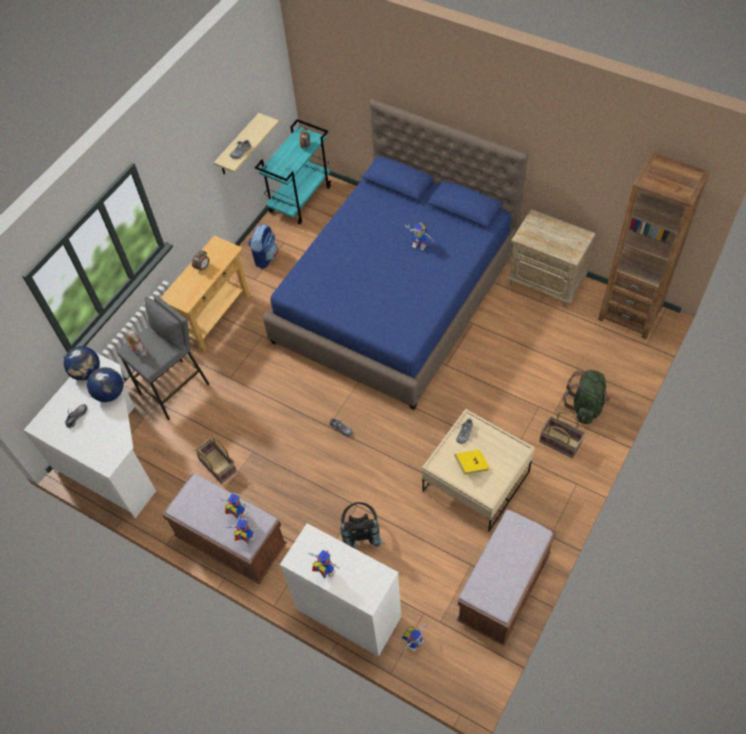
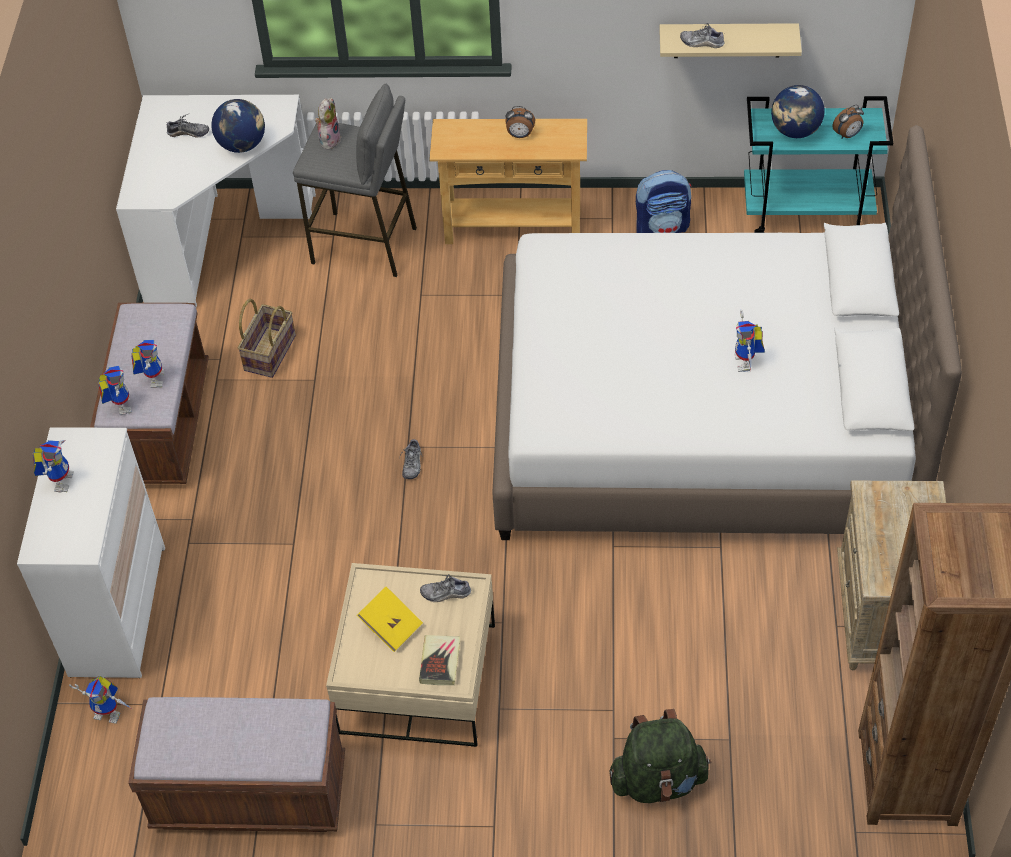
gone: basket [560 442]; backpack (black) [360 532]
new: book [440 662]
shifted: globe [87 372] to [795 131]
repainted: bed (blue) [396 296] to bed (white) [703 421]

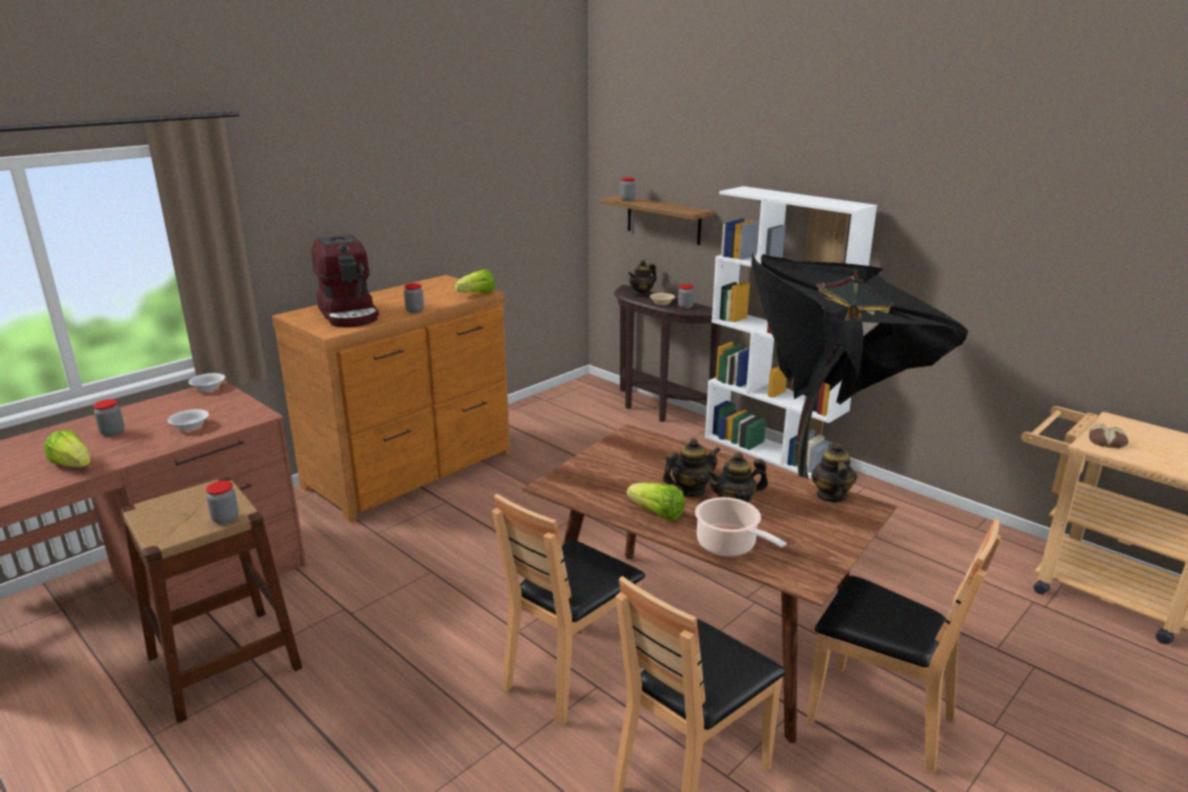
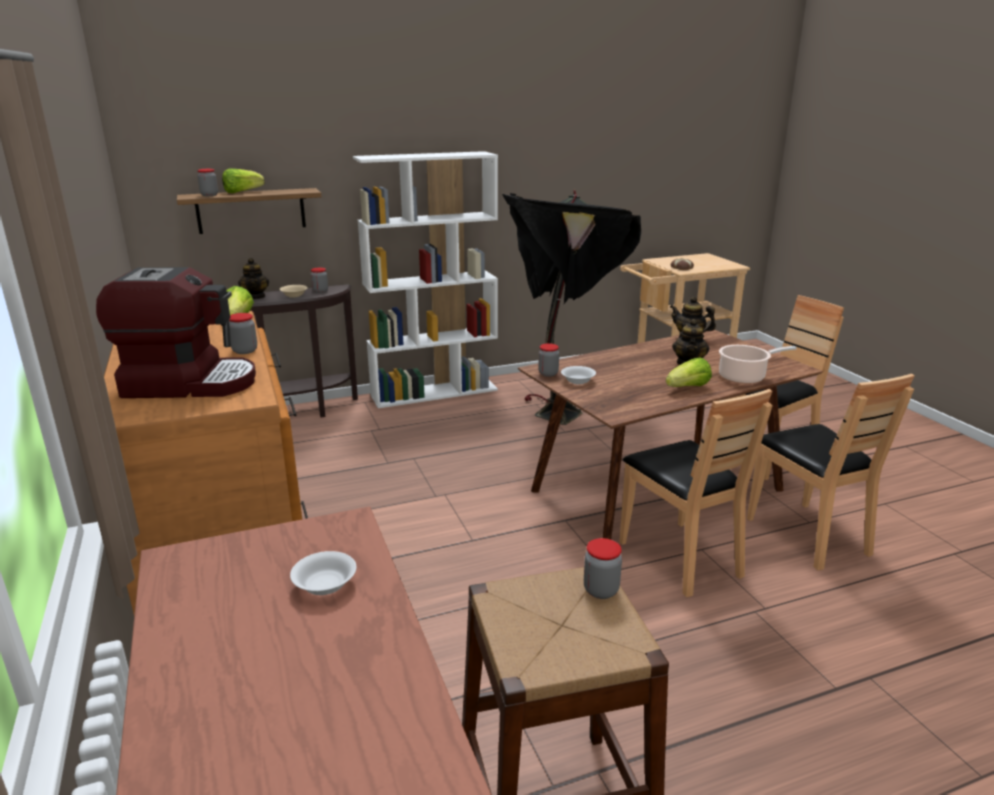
gone: teapot [690 490]
shifted: bowl (white) [208 388] to [578 381]; jar [112 433] to [548 373]; lettuce [73 465] to [242 192]

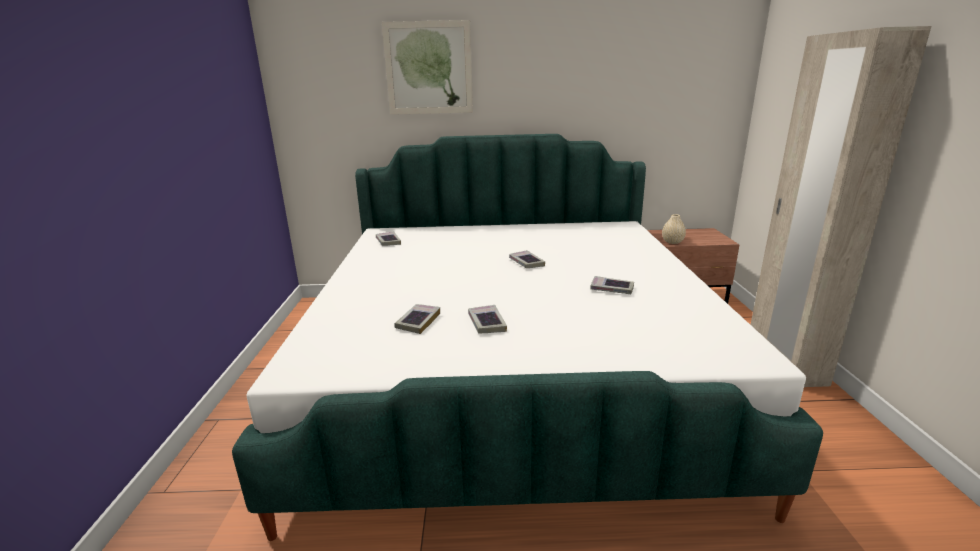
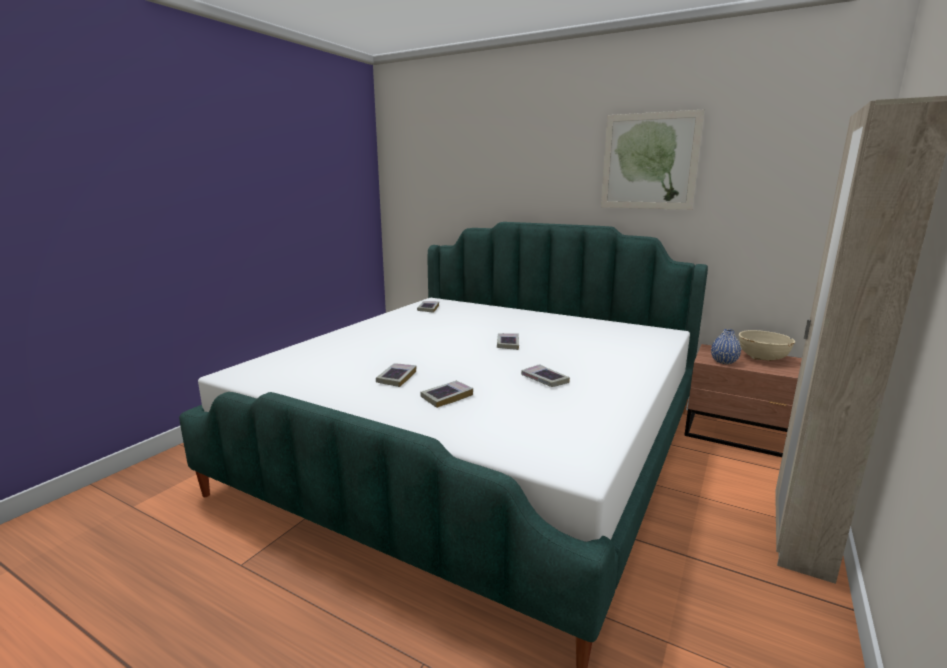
new: bowl (beige) [762 358]
shifted: picture [429 68] to [649 161]; book [418 322] to [447 397]
repainted: vase (beige) [672 242] to vase (blue) [724 362]

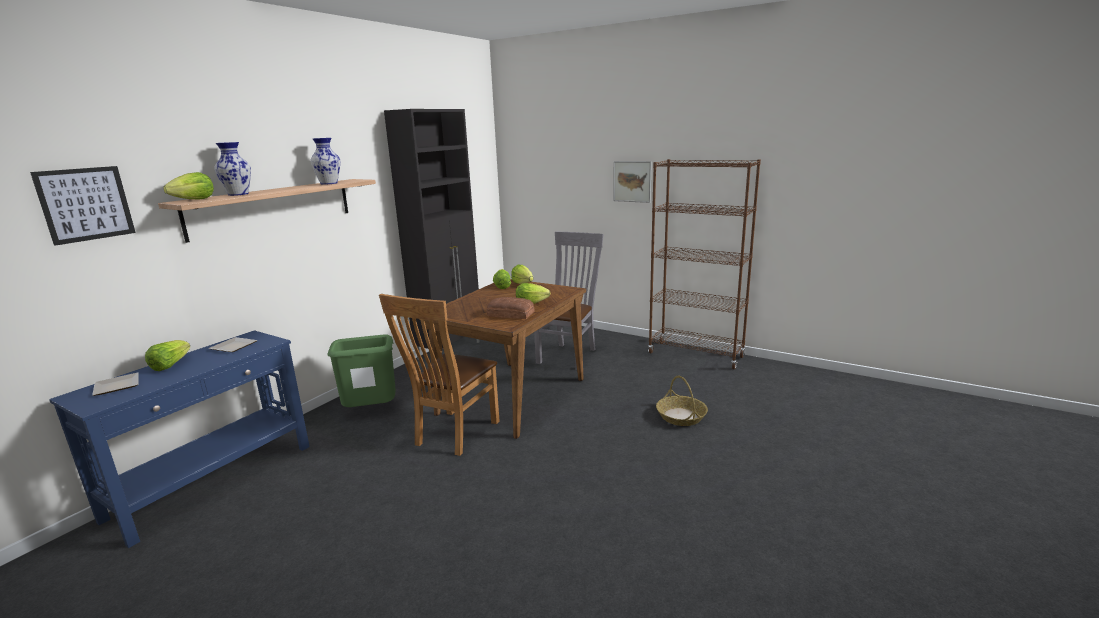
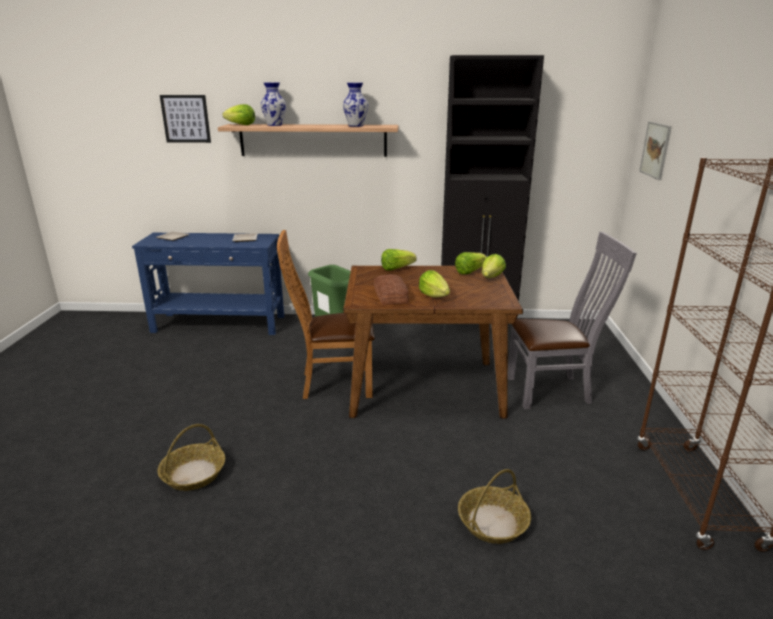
new: basket [193 473]
shifted: picture [632 181] to [655 150]; lettuce [170 365] to [396 268]

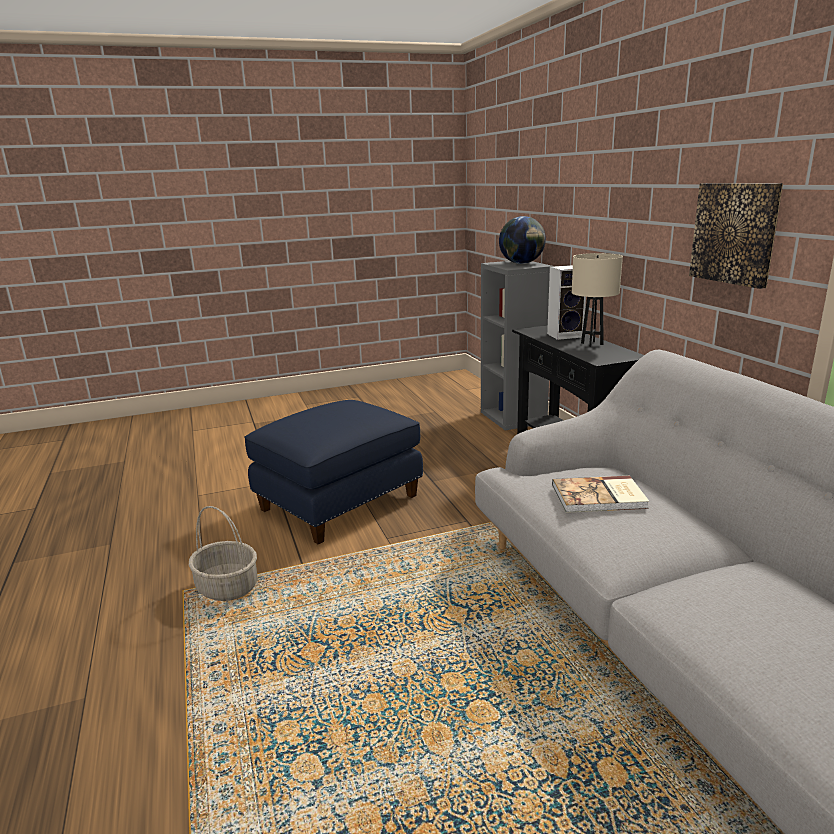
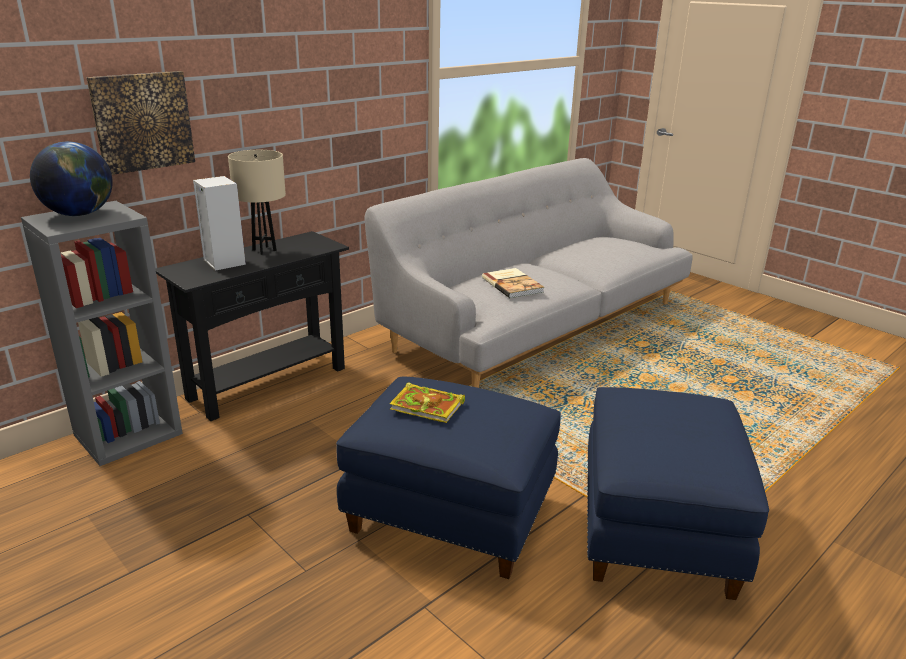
new: book [429 406]
shifted: picture [735 233] to [142 121]
swapped: basket [226 587] to ottoman (blue) [658 530]

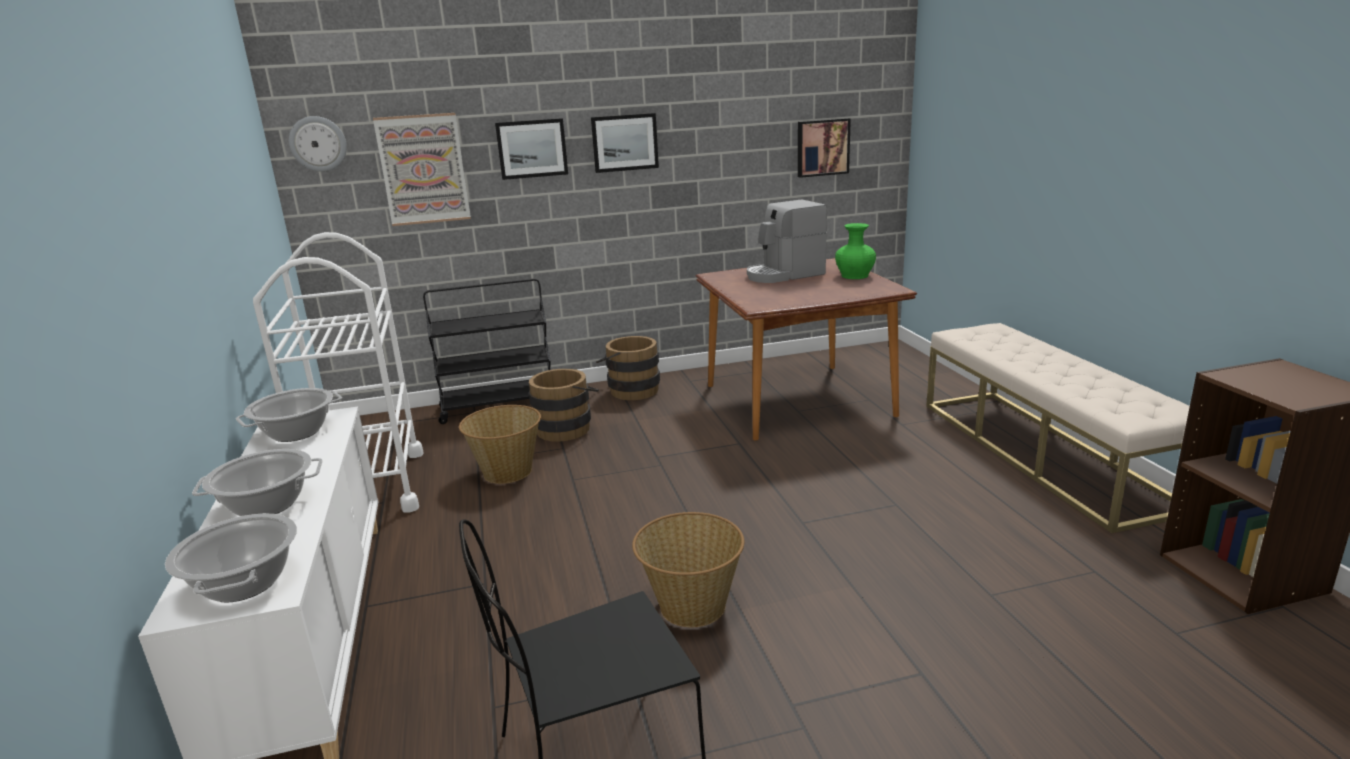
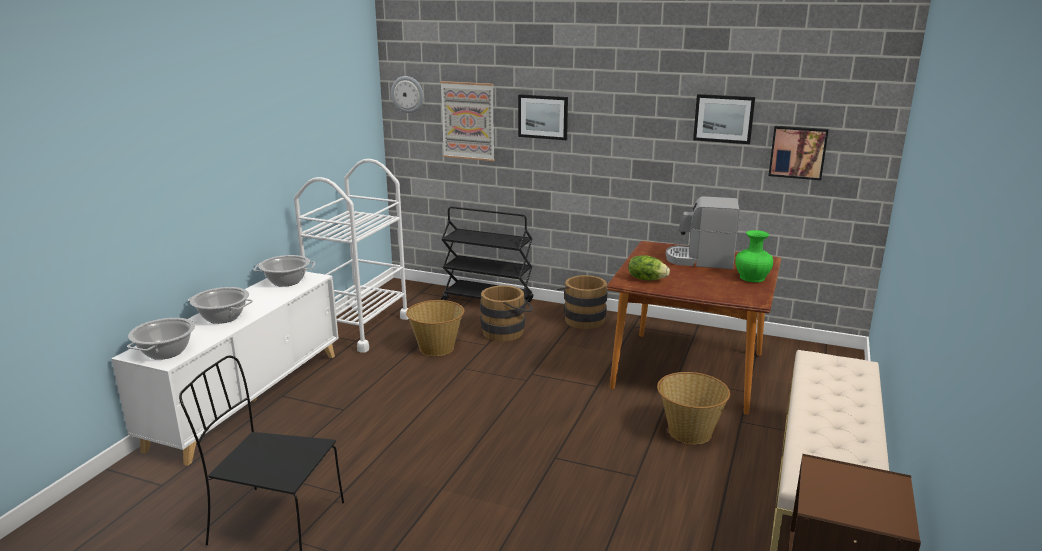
new: lettuce [646 279]
shifted: picture [624 142] to [723 118]; basket [691 606] to [689 432]

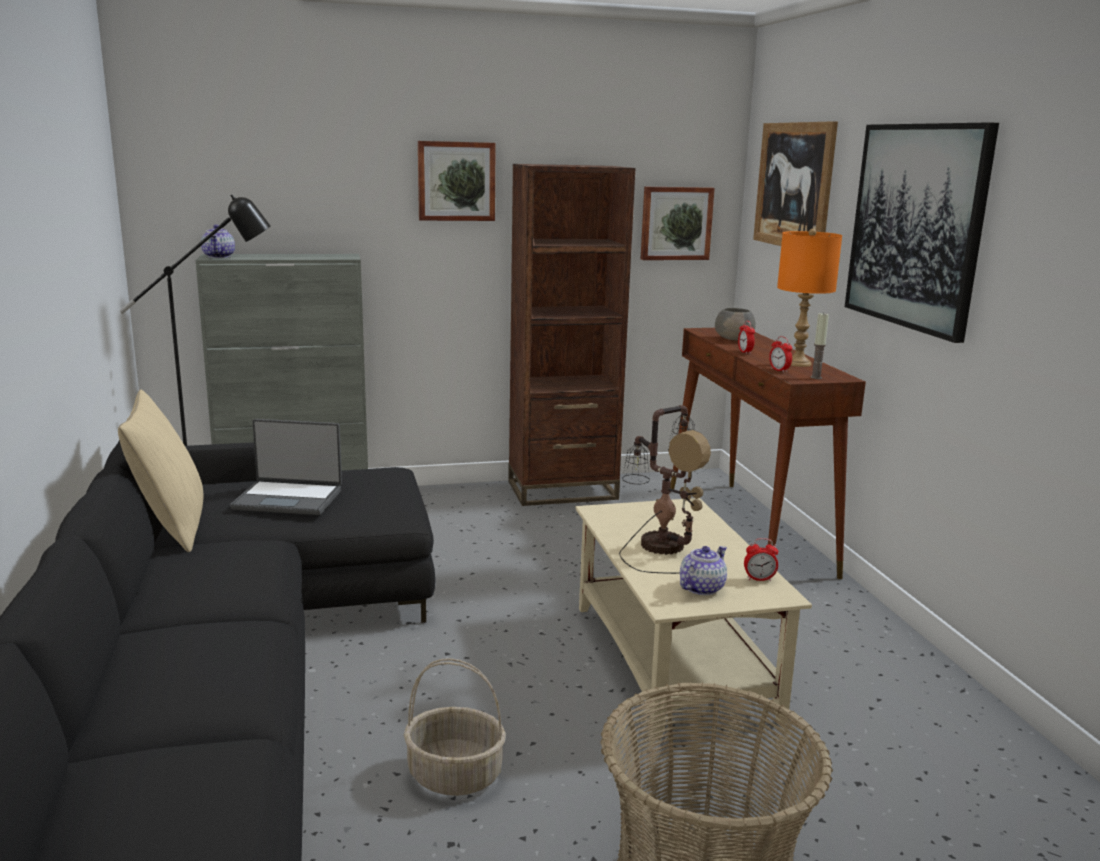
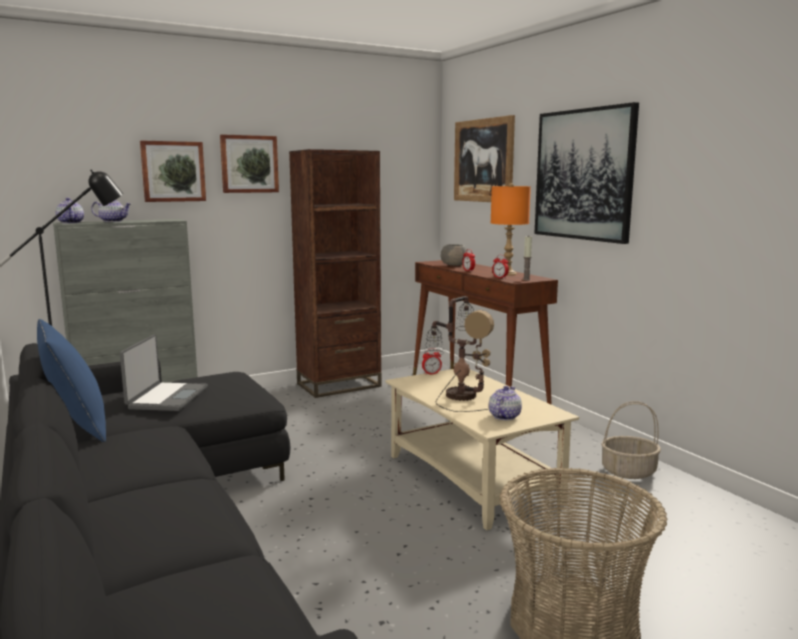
new: teapot [113 221]
shifted: picture [676 223] to [173 171]; alarm clock [759 579] to [431 374]; basket [456 774] to [629 471]
repainted: pillow (beige) [171 527] to pillow (blue) [77 427]
rotated: laptop [289 499] = [166 398] 75 degrees counterclockwise

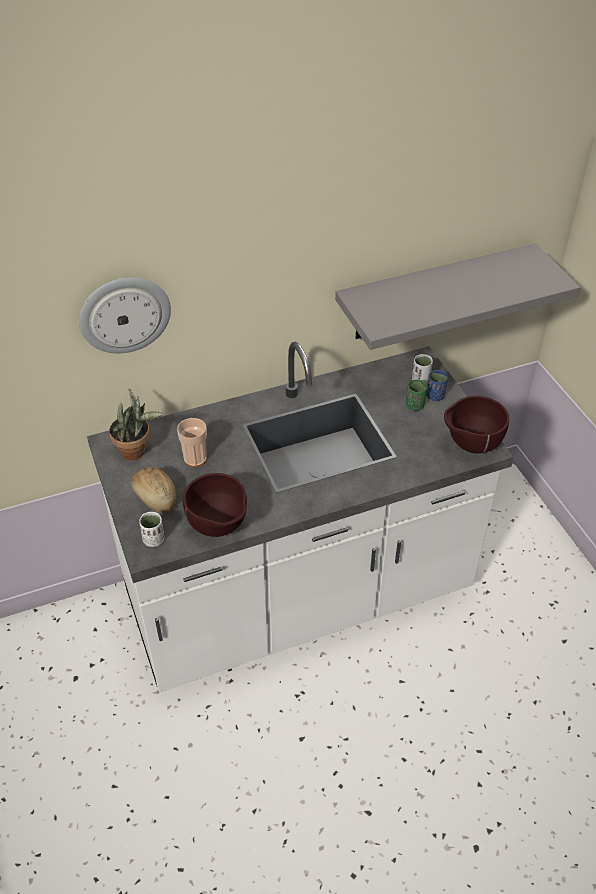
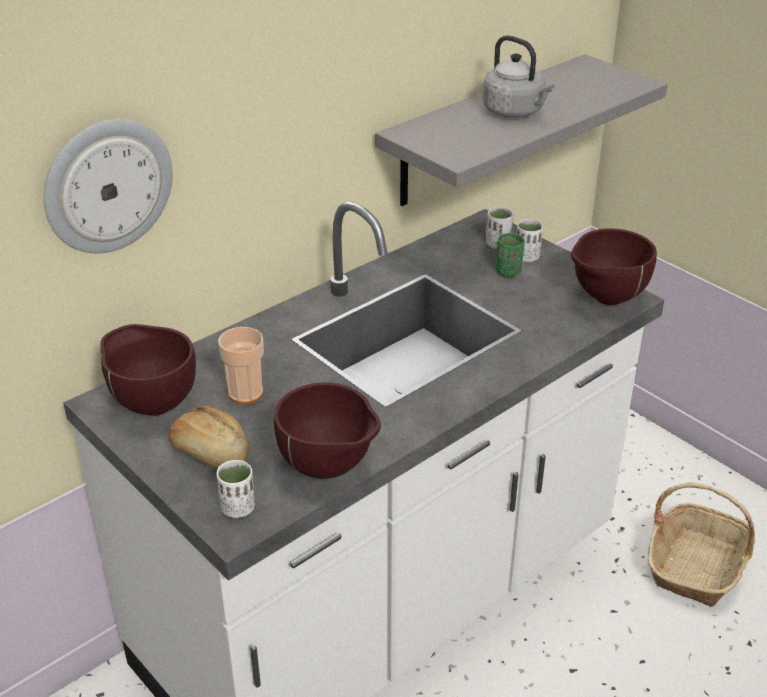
new: kettle (grey) [515 112]; basket [696 565]
swapped: potted plant [137 451] to bowl (brown) [152 404]
repainted: cup (blue) [435 396] to cup (white) [527 257]

